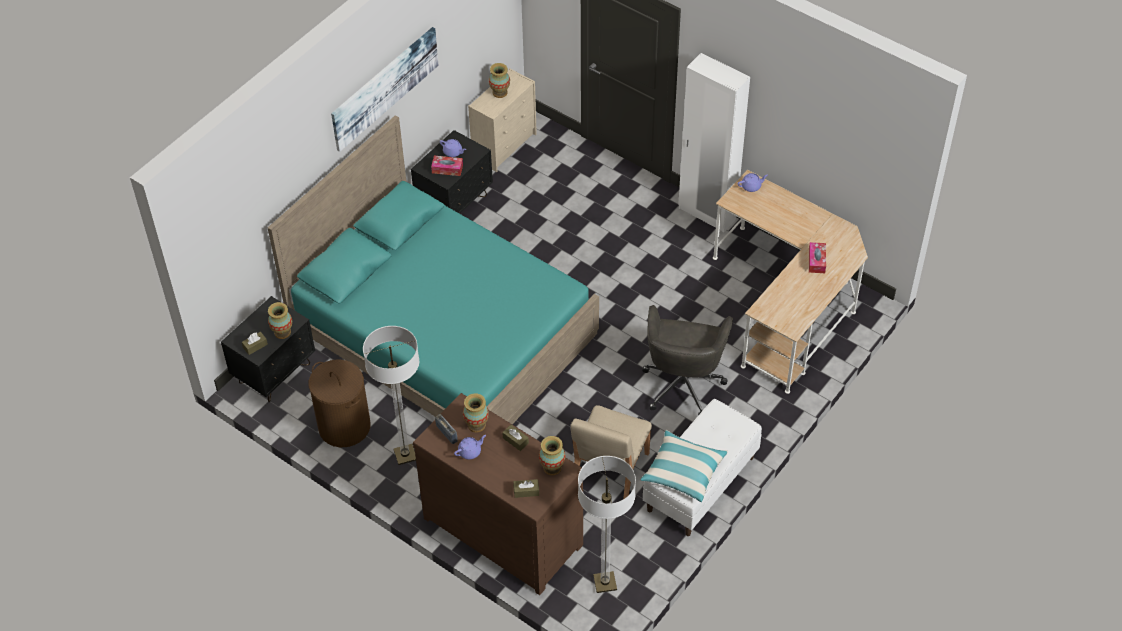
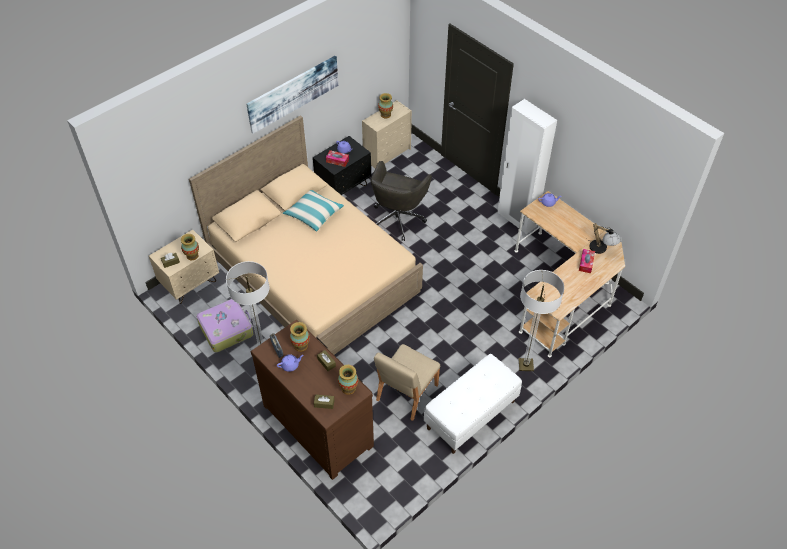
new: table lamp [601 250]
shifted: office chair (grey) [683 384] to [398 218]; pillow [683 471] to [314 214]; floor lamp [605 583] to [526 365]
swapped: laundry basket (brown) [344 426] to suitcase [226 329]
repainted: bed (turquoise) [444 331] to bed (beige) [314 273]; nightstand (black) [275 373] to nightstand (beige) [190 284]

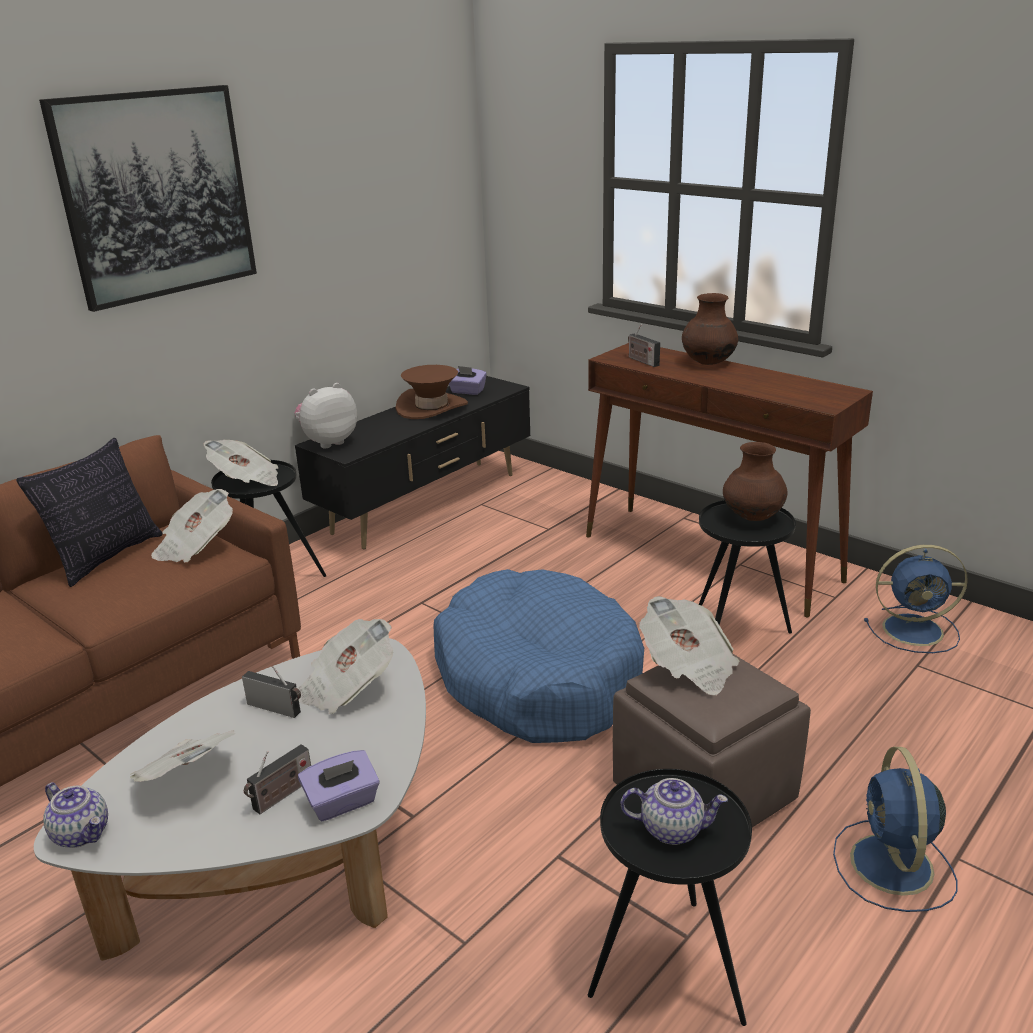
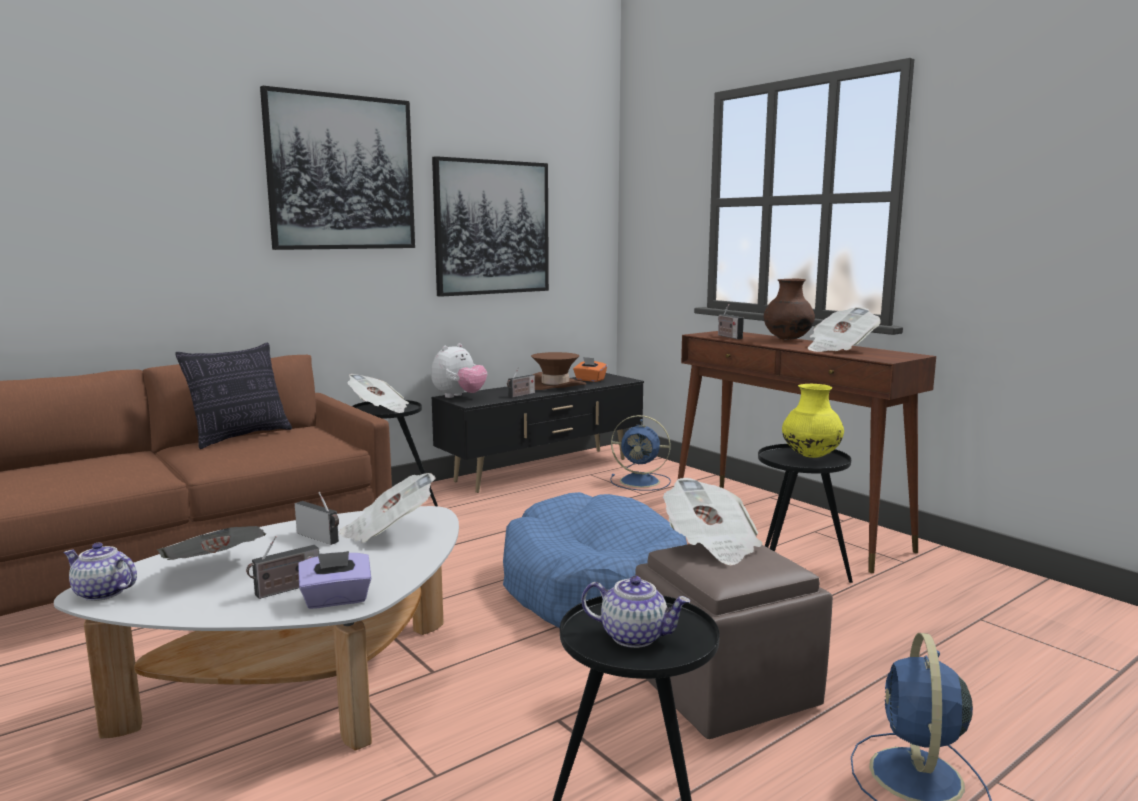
new: picture [492 227]; radio [521 395]
shifted: newspaper [195 547] to [839 349]; fan (blue) [915 630] to [641 481]
repainted: tissue box (purple) [467 391] to tissue box (orange) [589 380]; vase (brown) [752 517] to vase (yellow) [811 456]
rotated: plush toy [328 442] = [459 397] 150 degrees clockwise; teapot [82 833] = [102 593] 150 degrees clockwise

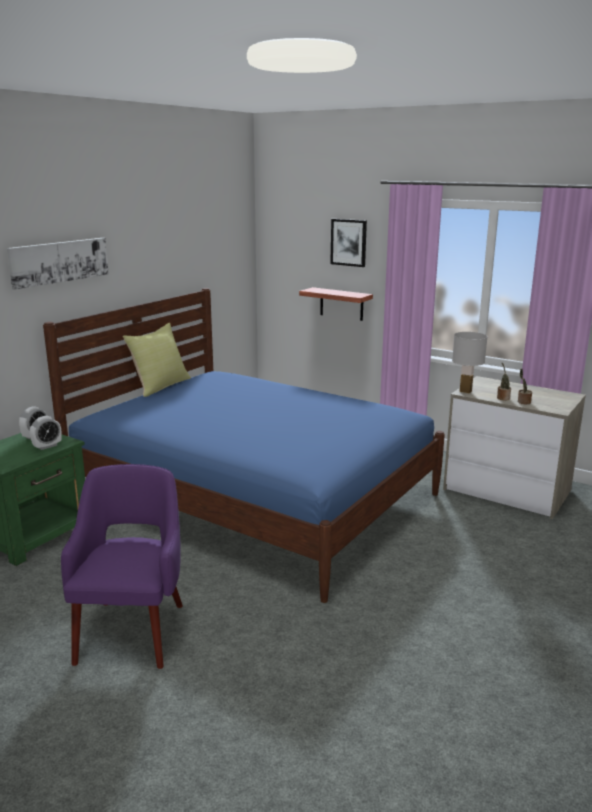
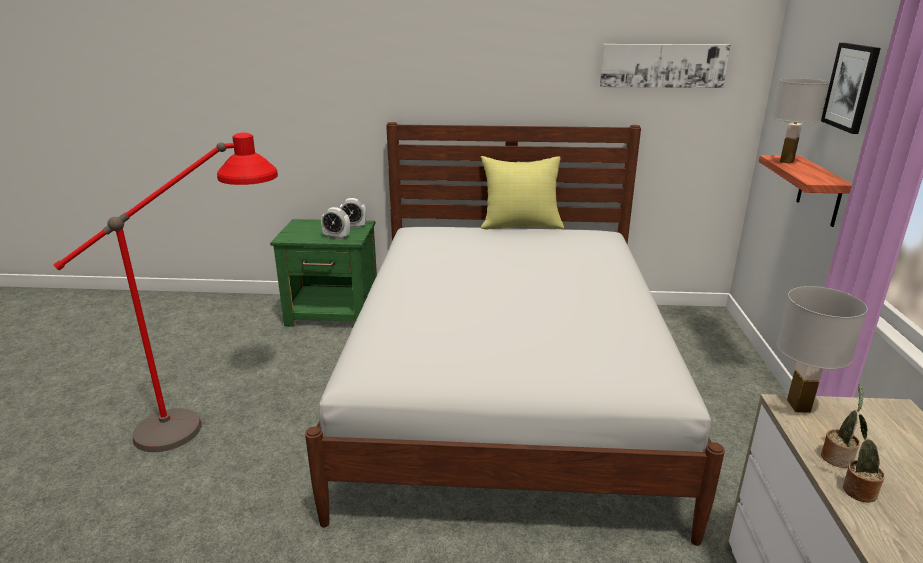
new: table lamp (white) [786 161]
shifted: picture [59 261] to [662 65]
swapped: armchair (purple) [131 631] to floor lamp (red) [215 418]
repainted: bed (blue) [255 497] to bed (white) [507 389]

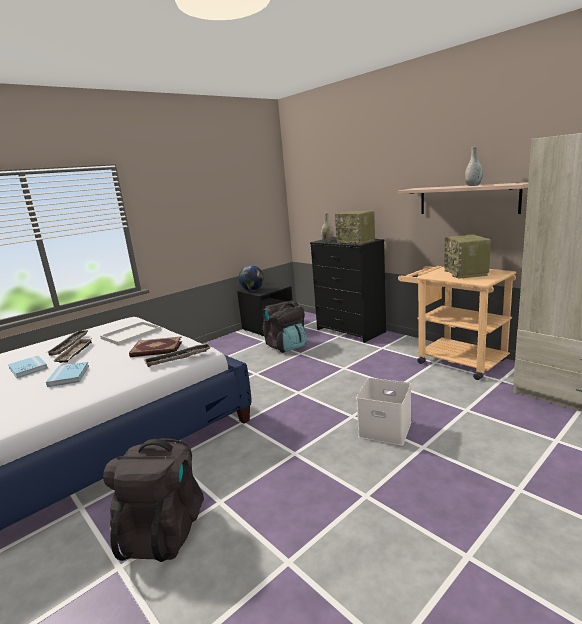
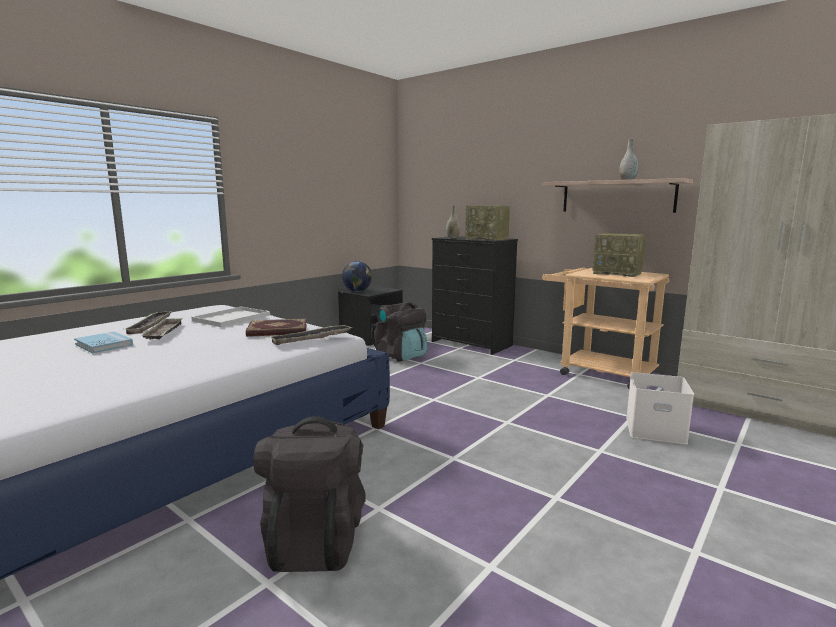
gone: book (blue) [69 376]
shifted: storage box (white) [386 429] to [656 429]
rotated: radio [466 273] = [618 273] 45 degrees counterclockwise

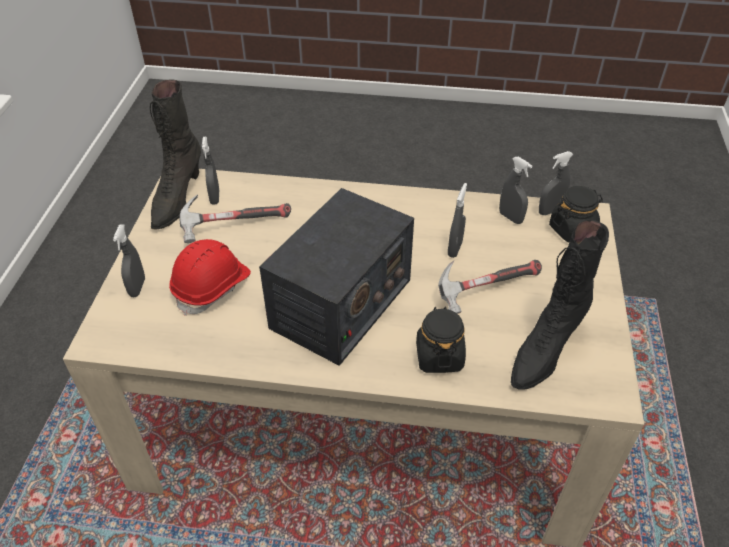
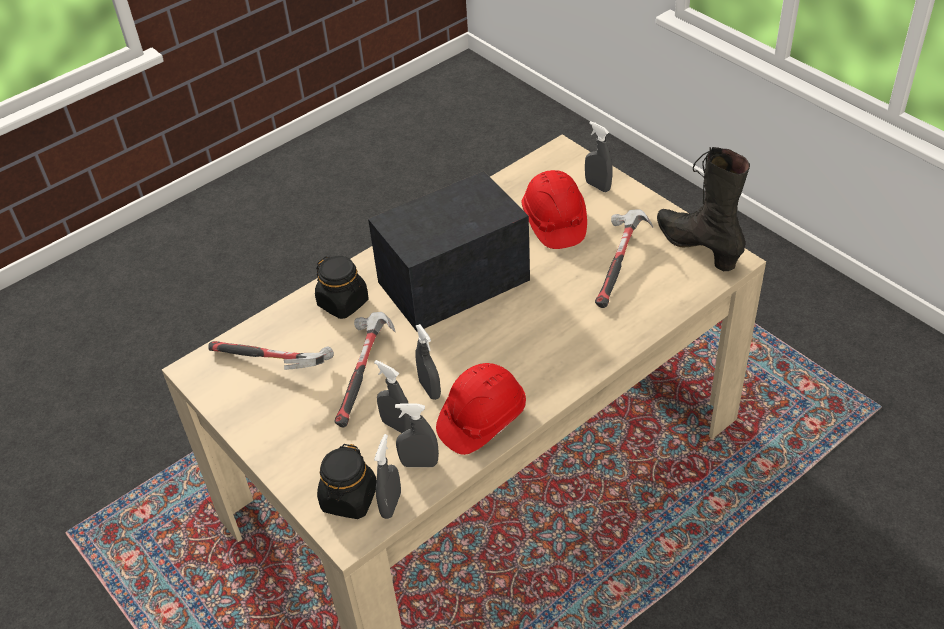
new: hard hat (red) [481 420]
shifted: spray bottle (grey) [215 197] to [397 426]
swapped: boot (black) [545 350] to hammer [272 365]
rotated: radio [341 304] = [454 280] 75 degrees clockwise

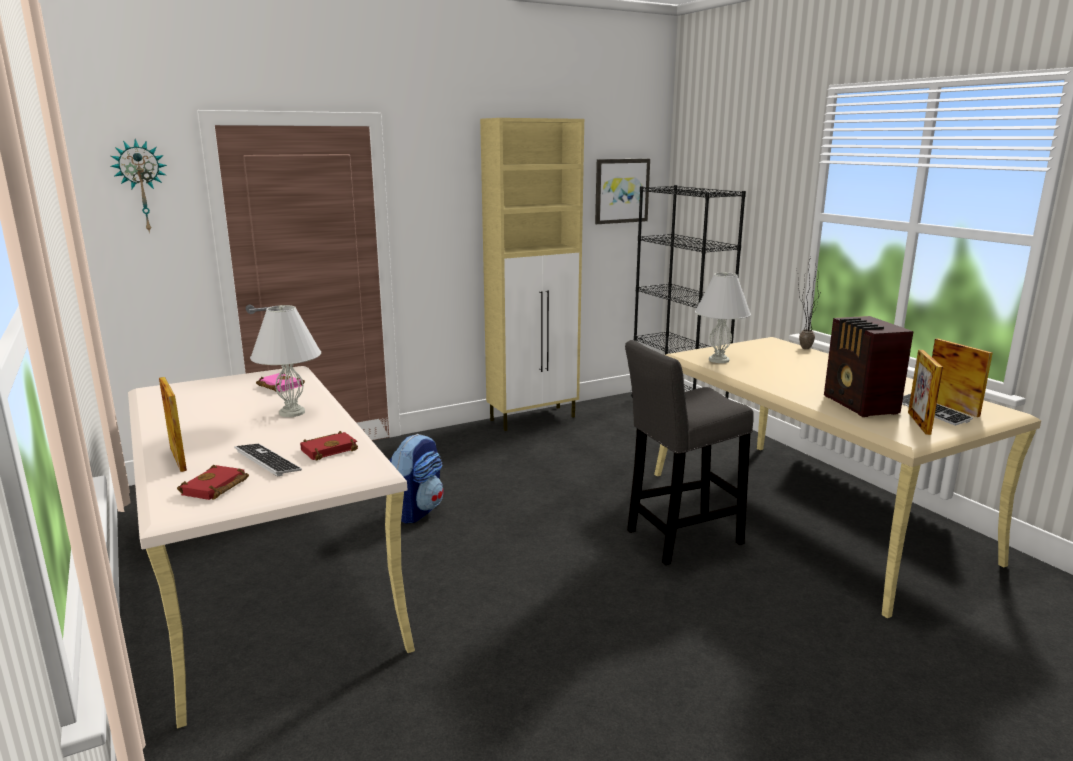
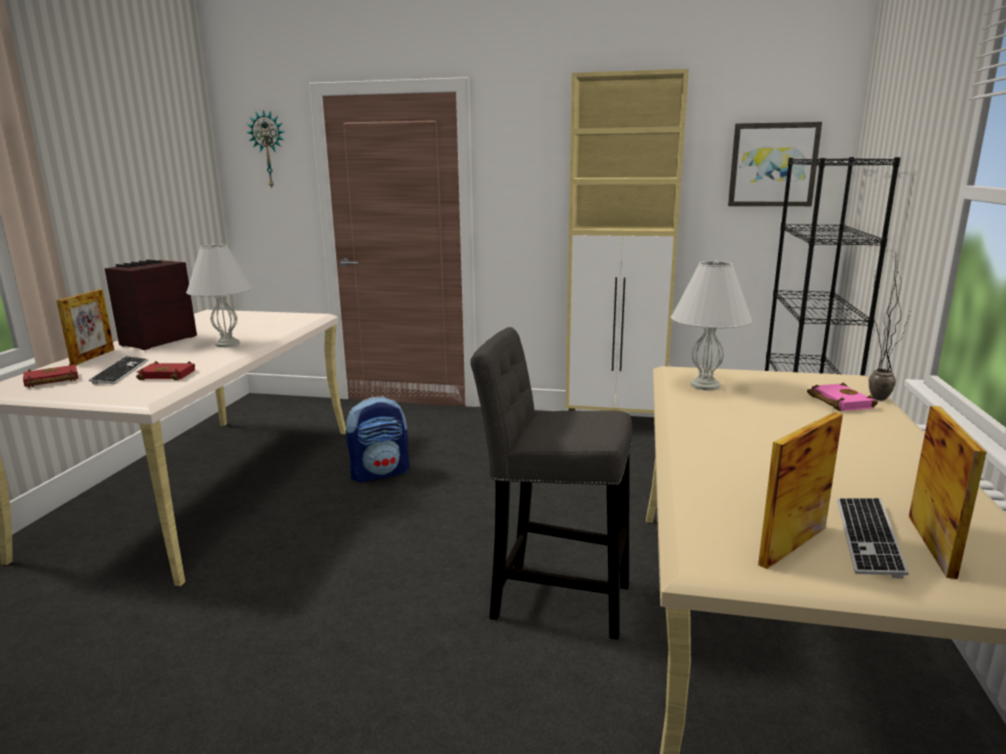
shifted: radio [860 405] to [156 341]; book (pink) [278 386] to [837 402]

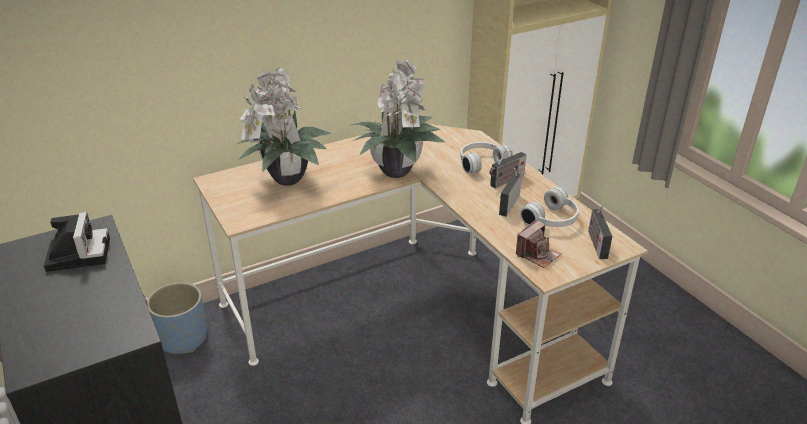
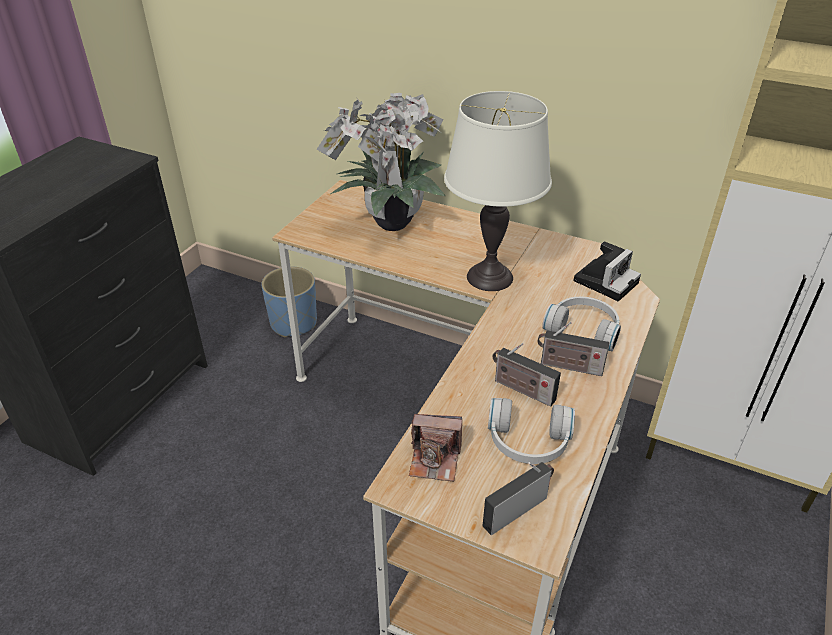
shifted: photo camera [78 253] to [606 280]
swapped: potted plant [397 170] to table lamp (white) [489 277]
rotated: radio [509 203] = [521 389] 135 degrees counterclockwise

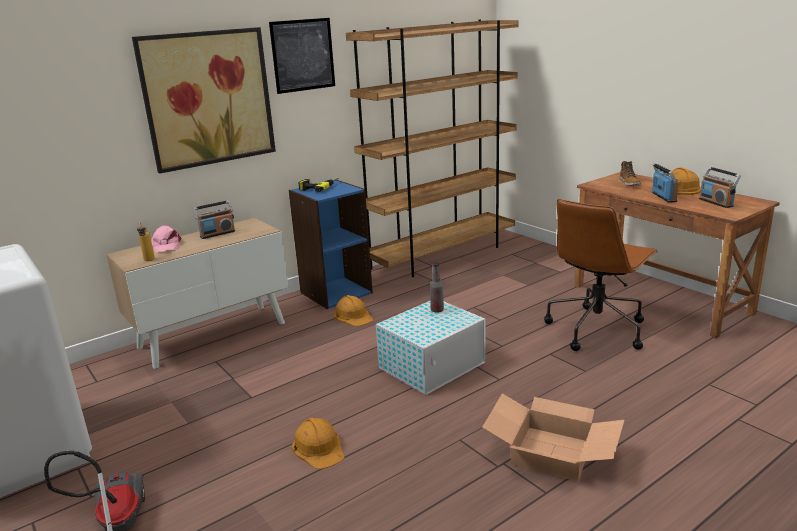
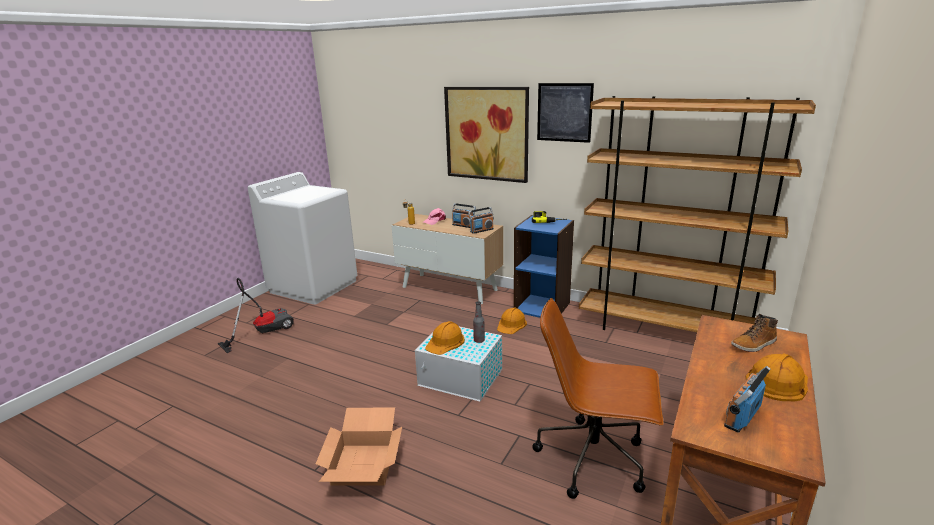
shifted: radio [663 197] to [481 230]; hard hat (orange) [319 448] to [445 342]

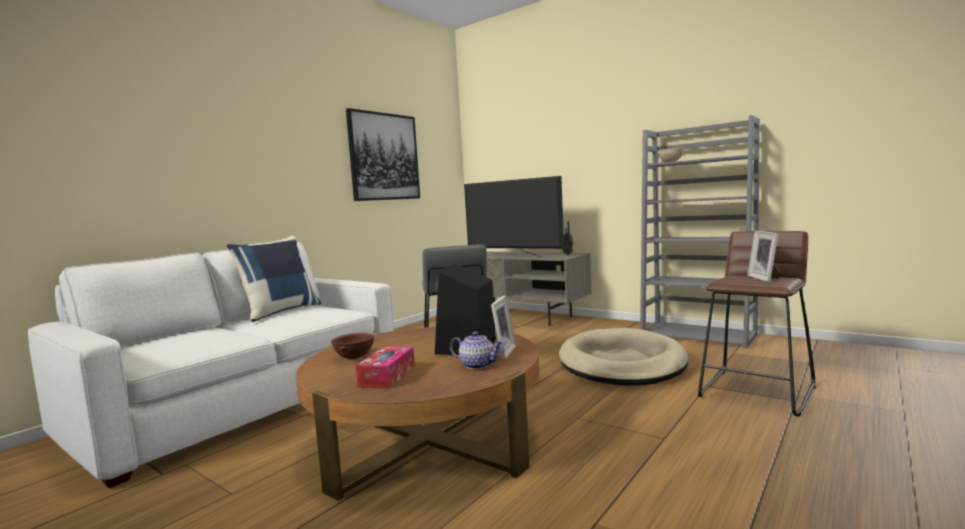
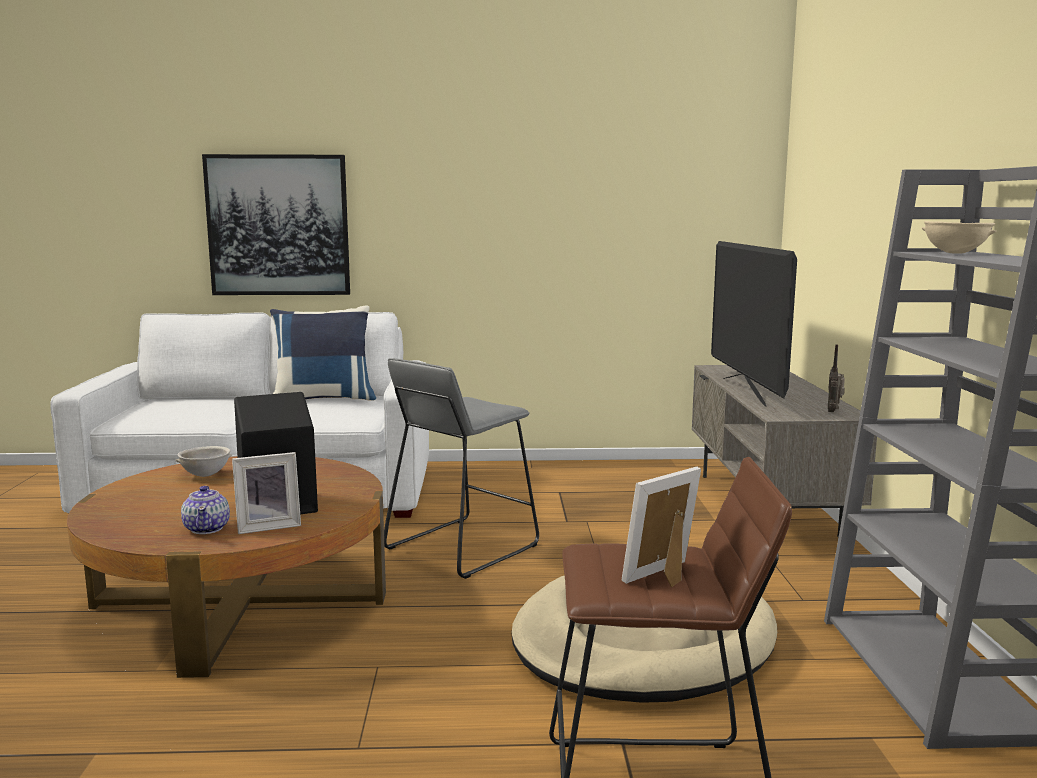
gone: tissue box [387 376]
shifted: picture [384 157] to [278 225]
repainted: bowl (brown) [353 358] to bowl (grey) [205 475]

